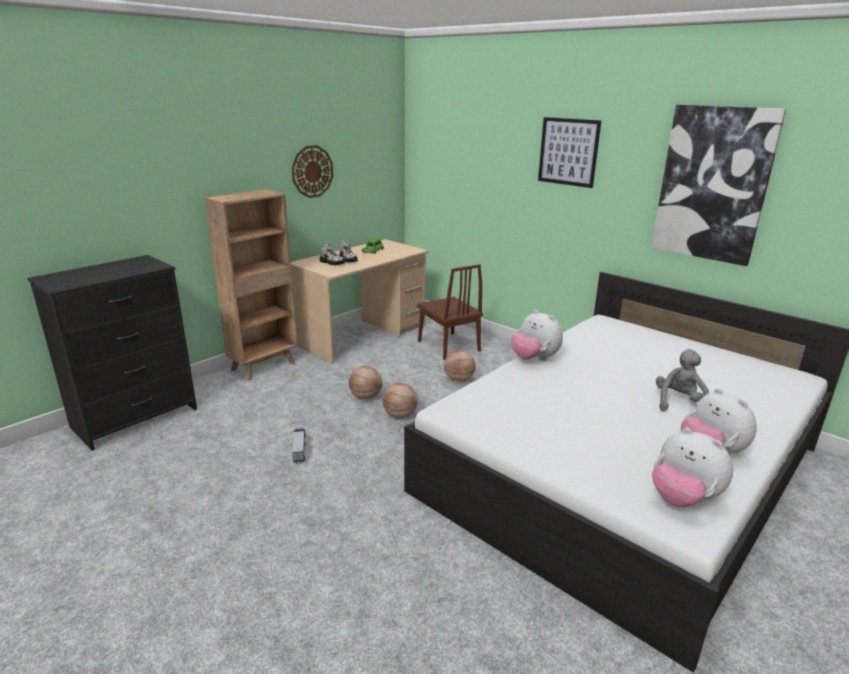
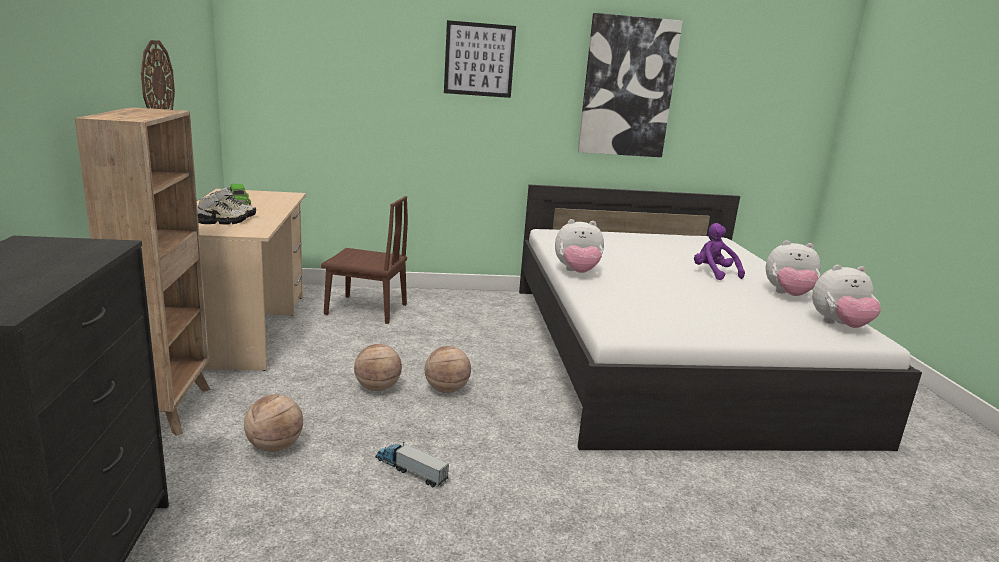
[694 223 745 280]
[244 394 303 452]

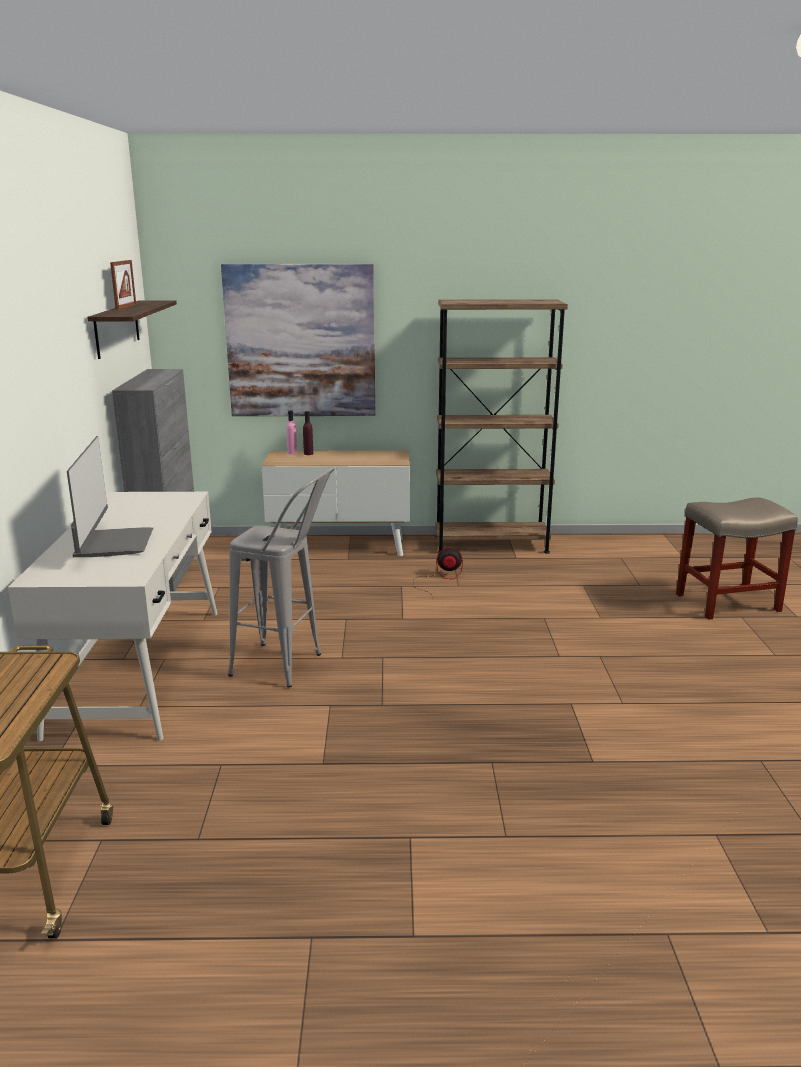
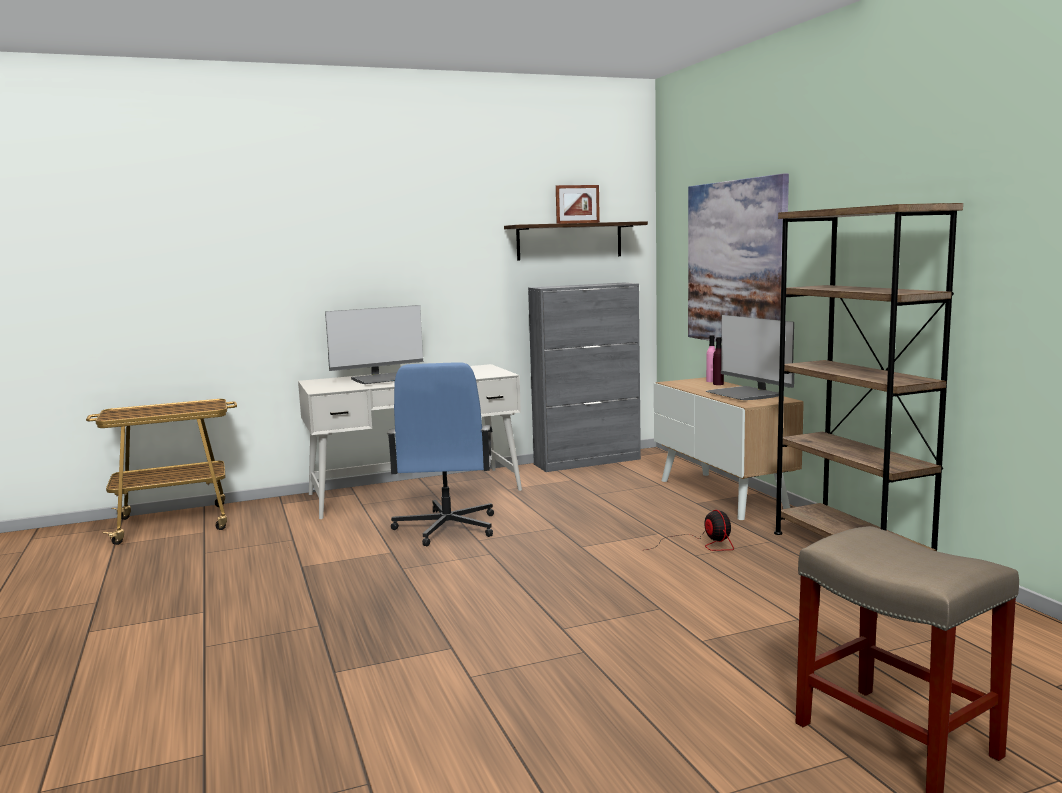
[386 362 494 546]
[705 315 794 400]

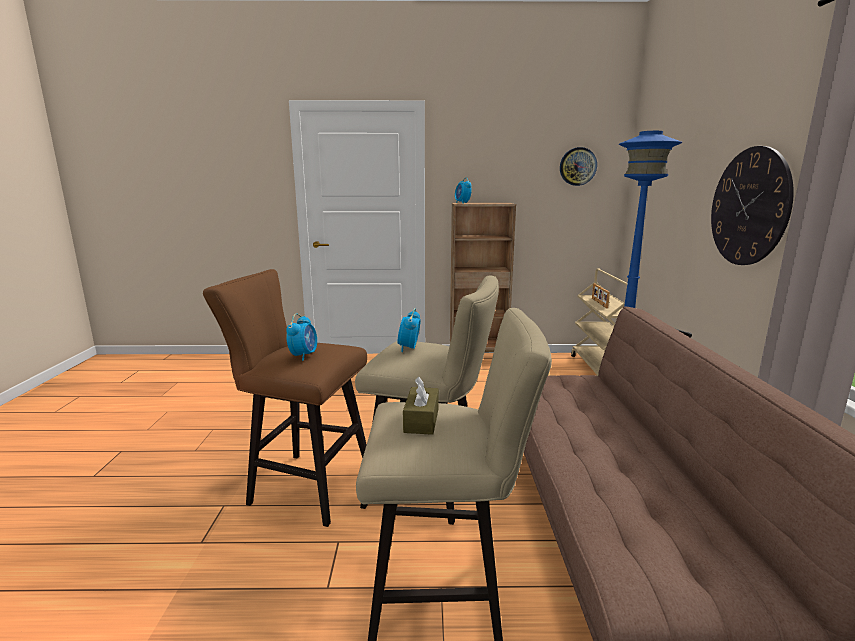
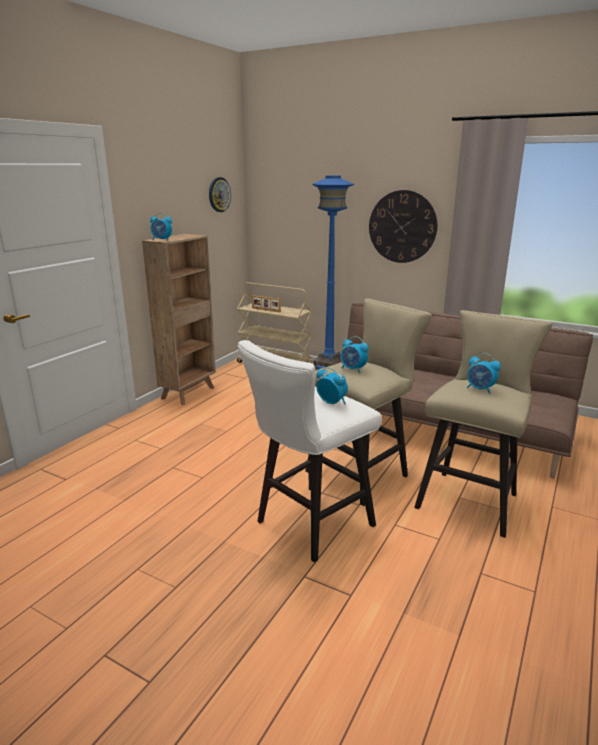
[238 340 382 562]
[467 353 501 394]

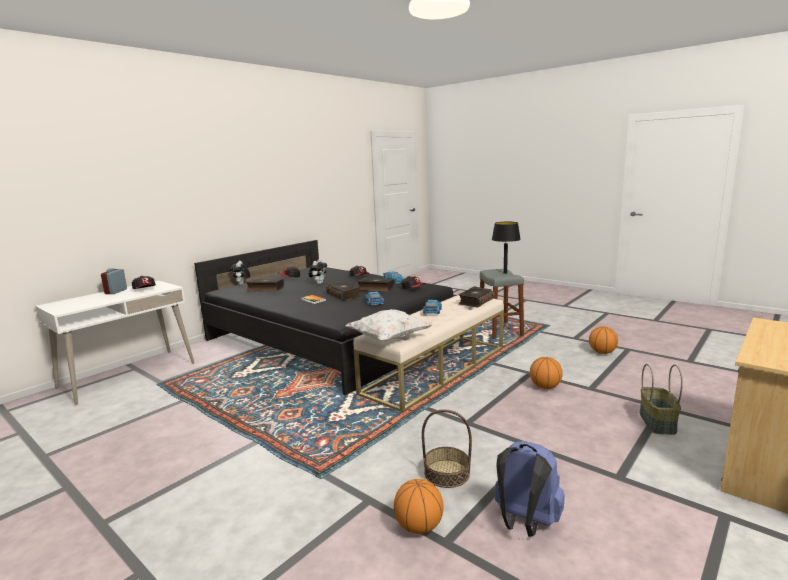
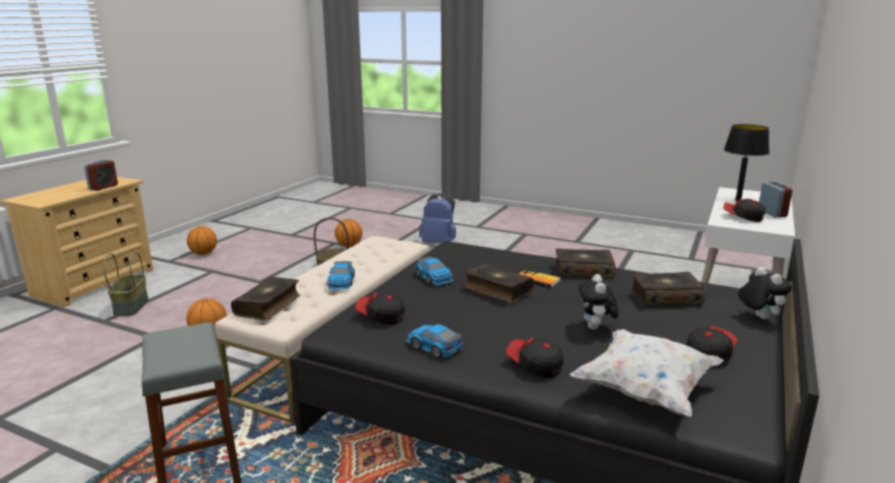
[724 124 769 201]
[555 249 616 278]
[570 329 724 417]
[187 226 217 255]
[419 193 456 243]
[84 160 118 191]

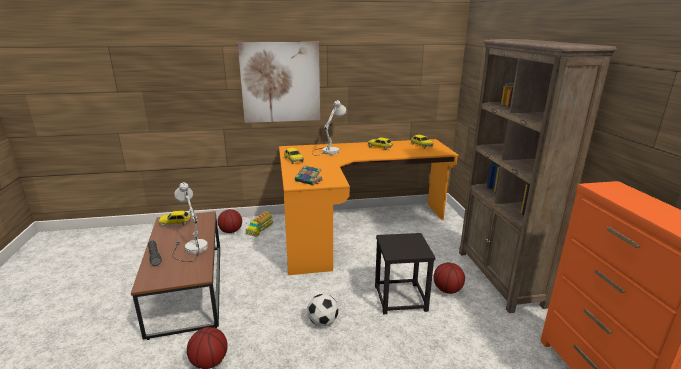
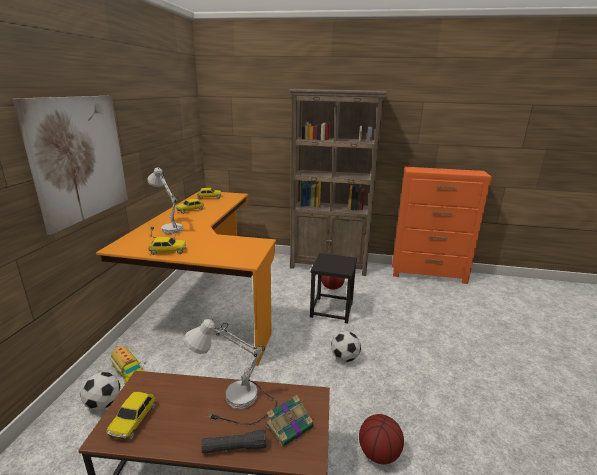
[265 395 314 447]
[80 372 120 410]

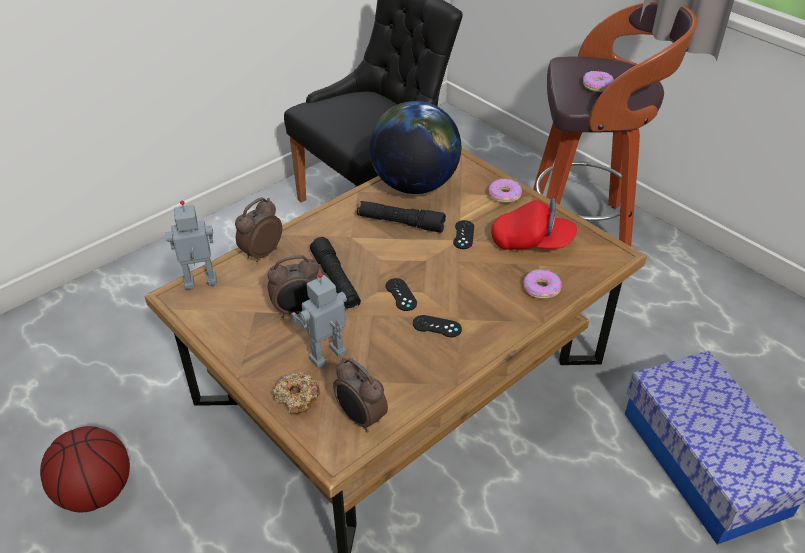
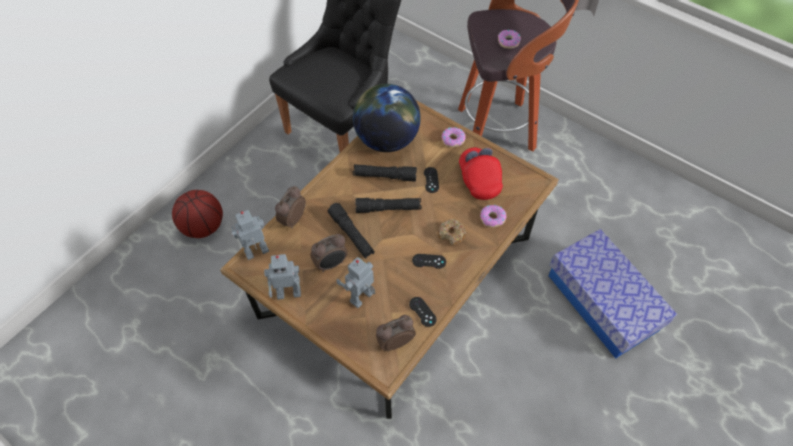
[459 148 503 200]
[409 297 436 327]
[376 315 416 351]
[438 219 466 245]
[172 190 223 238]
[355 198 421 213]
[264 254 301 300]

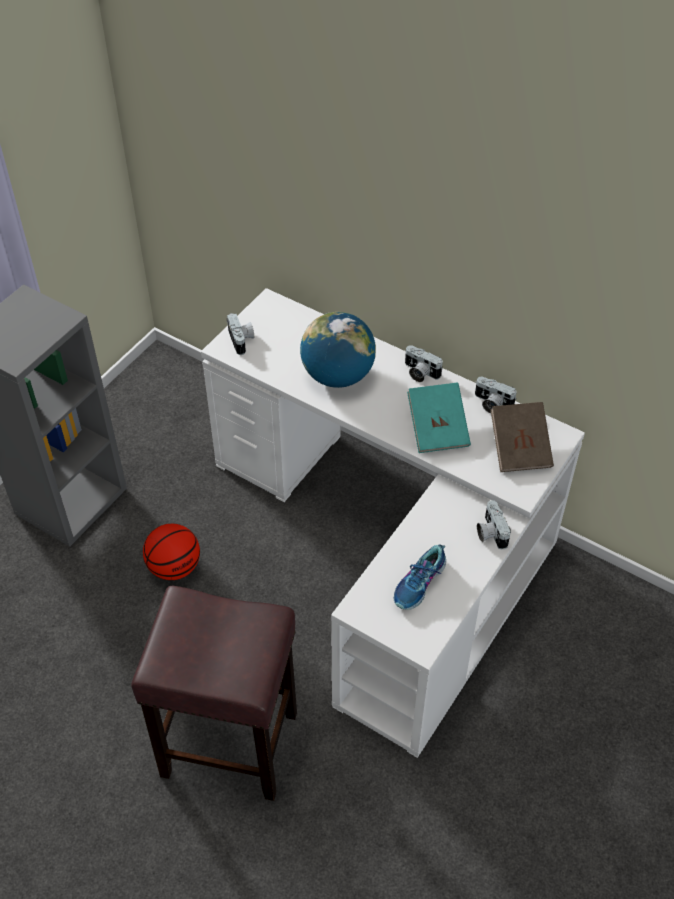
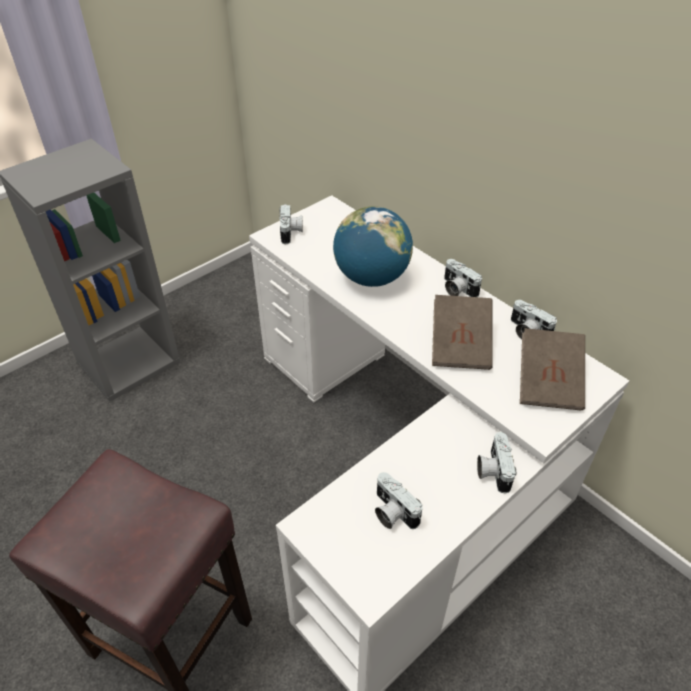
[432 295 493 370]
[143 524 200 580] (first image)
[375 472 422 529]

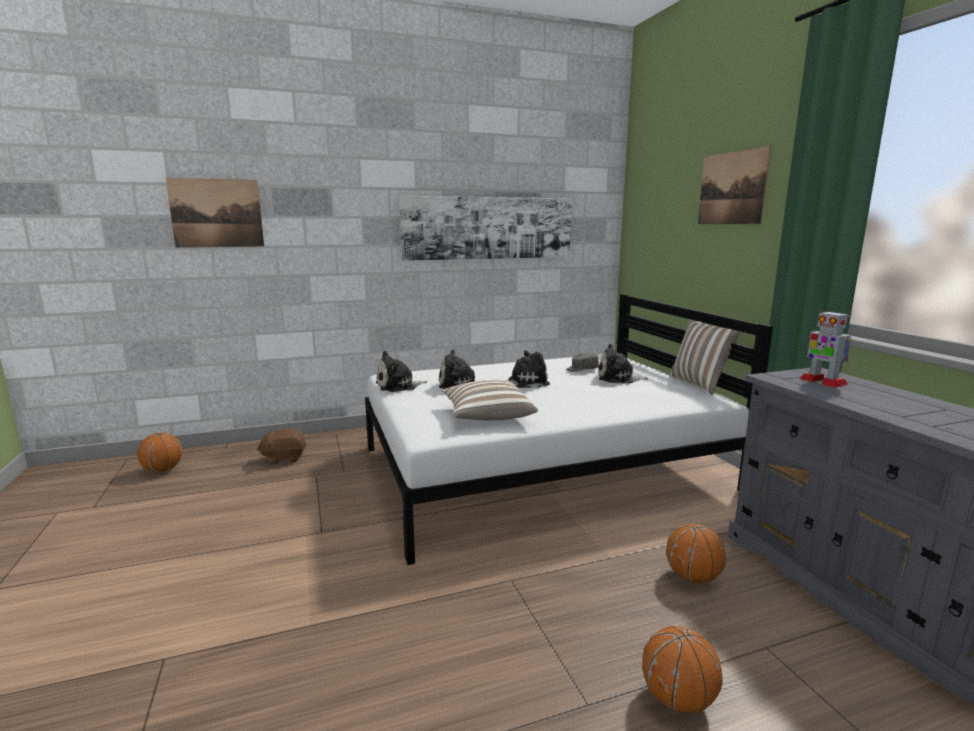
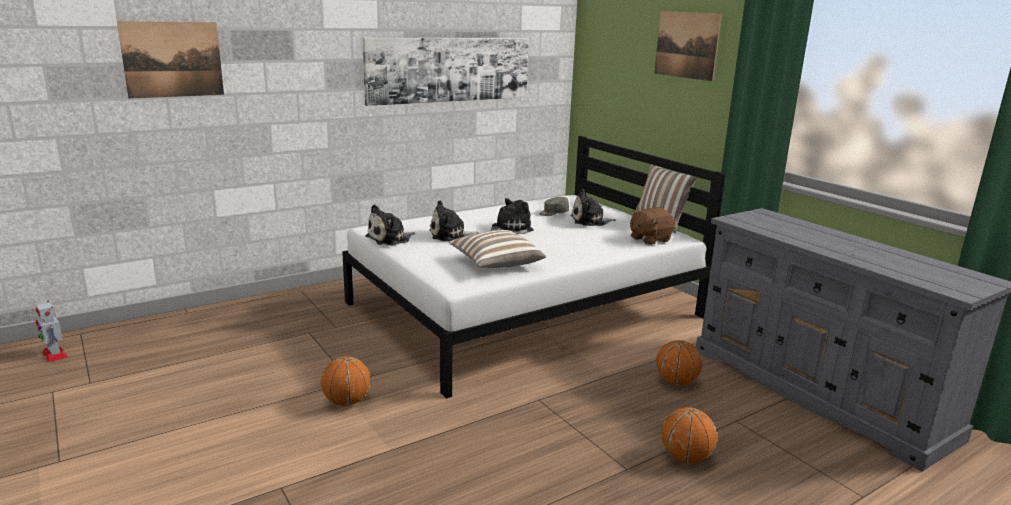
[35 301 68 363]
[630 208 675 245]
[321 356 370 406]

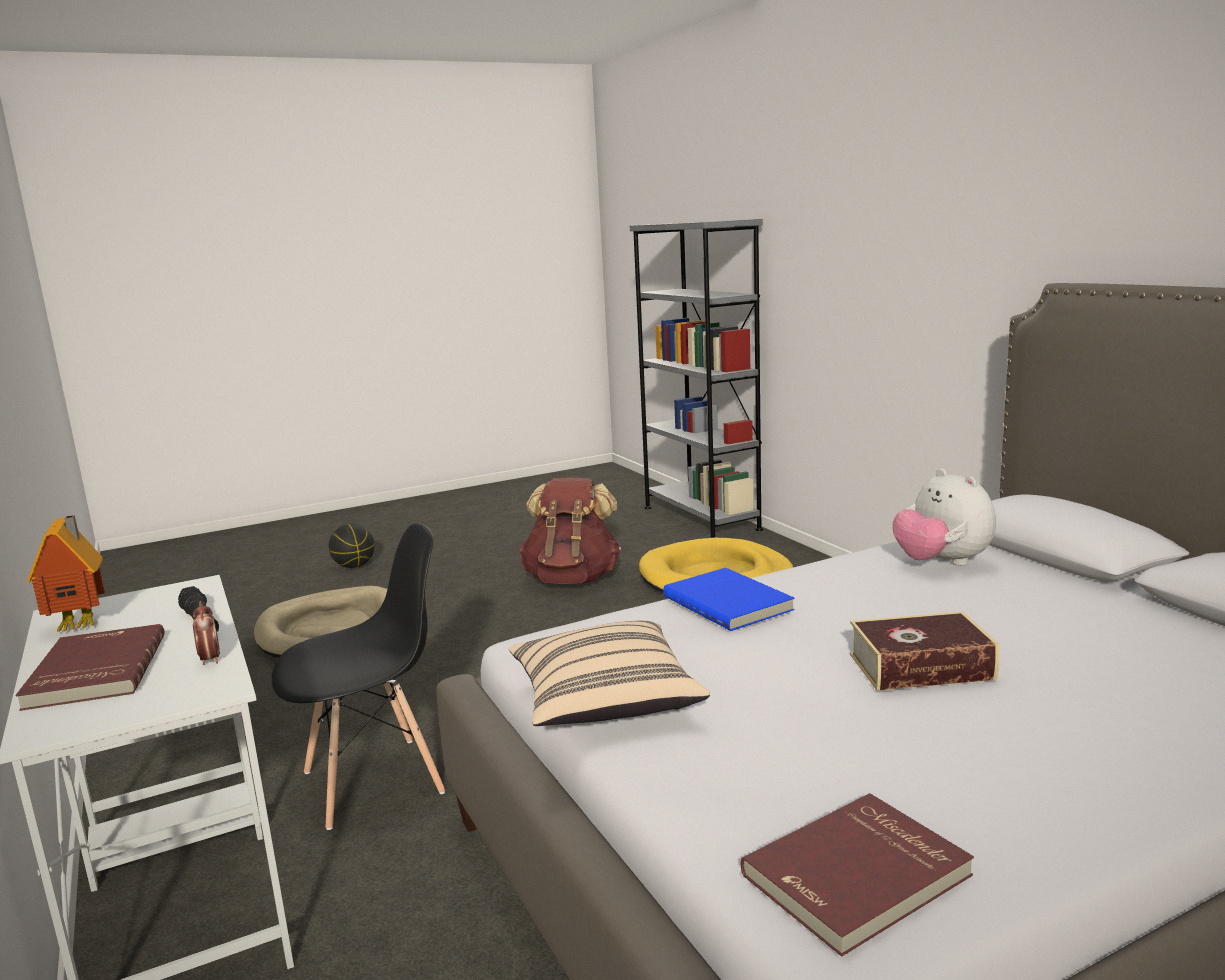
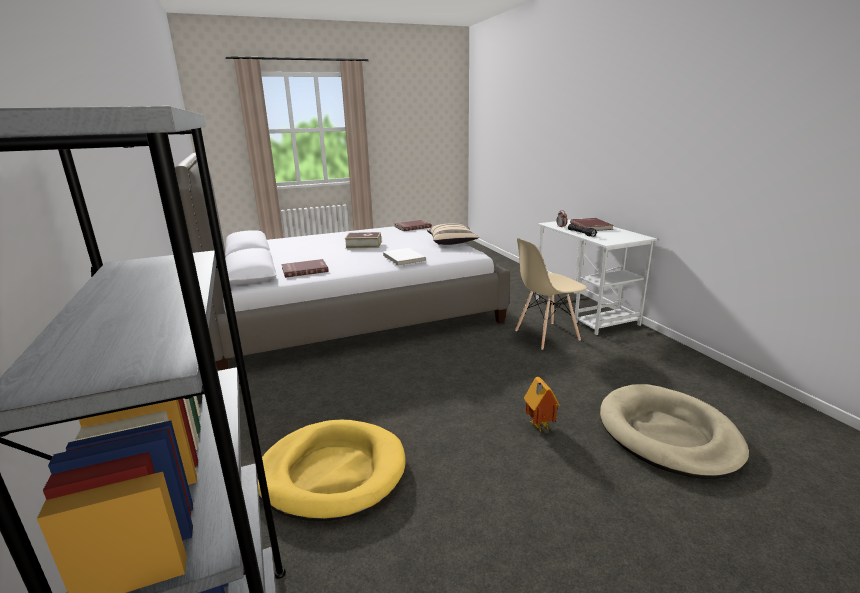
[281 259 329 278]
[519 478 621 584] (first image)
[524 377 560 432]
[515 238 587 350]
[329 523 375 568] (first image)
[383 248 426 266]

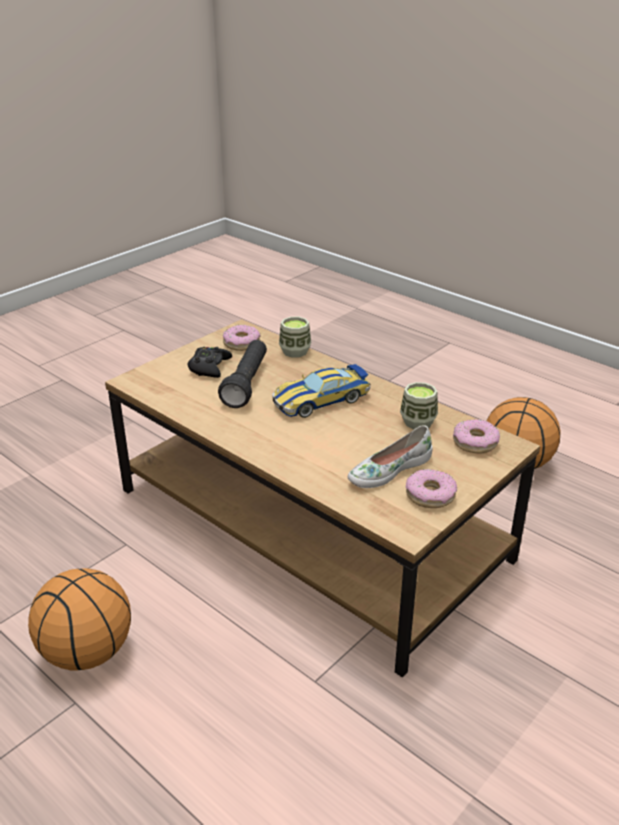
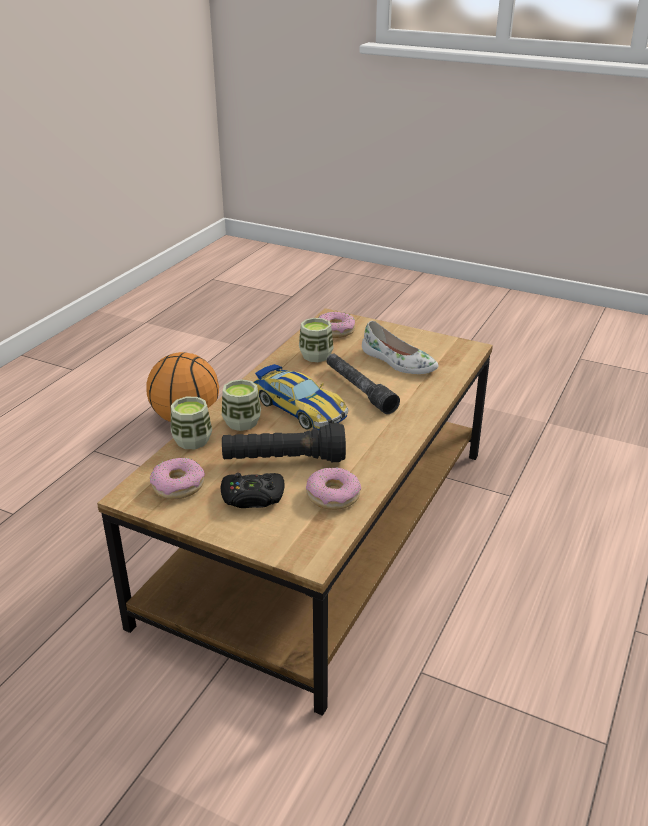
[306 467 361 510]
[28 568 131 670] (first image)
[326 354 400 414]
[222 379 261 431]

